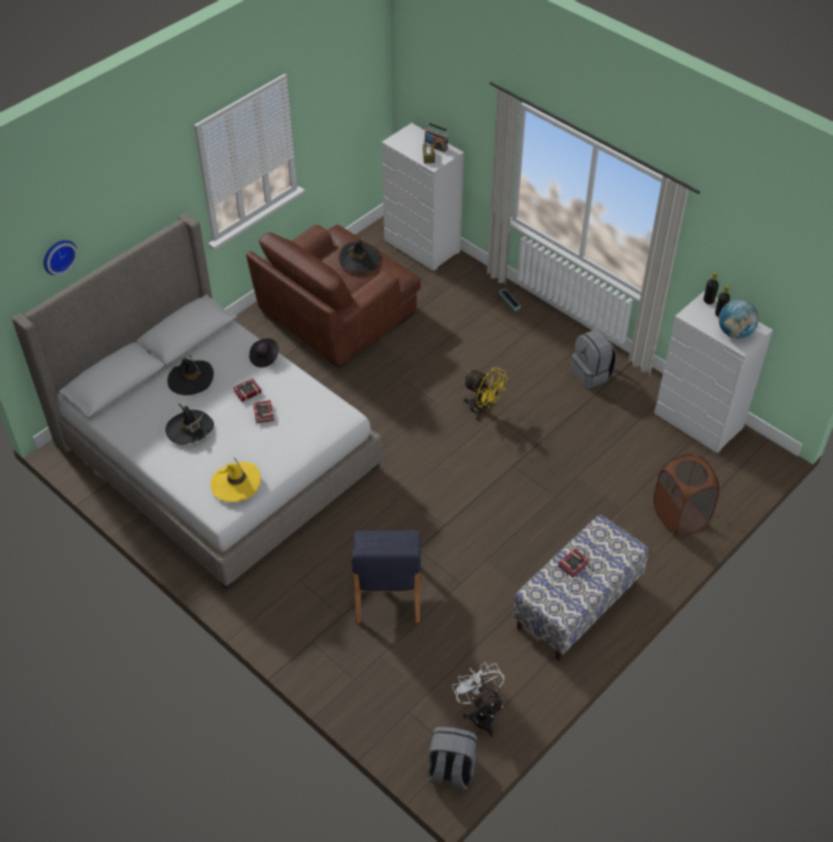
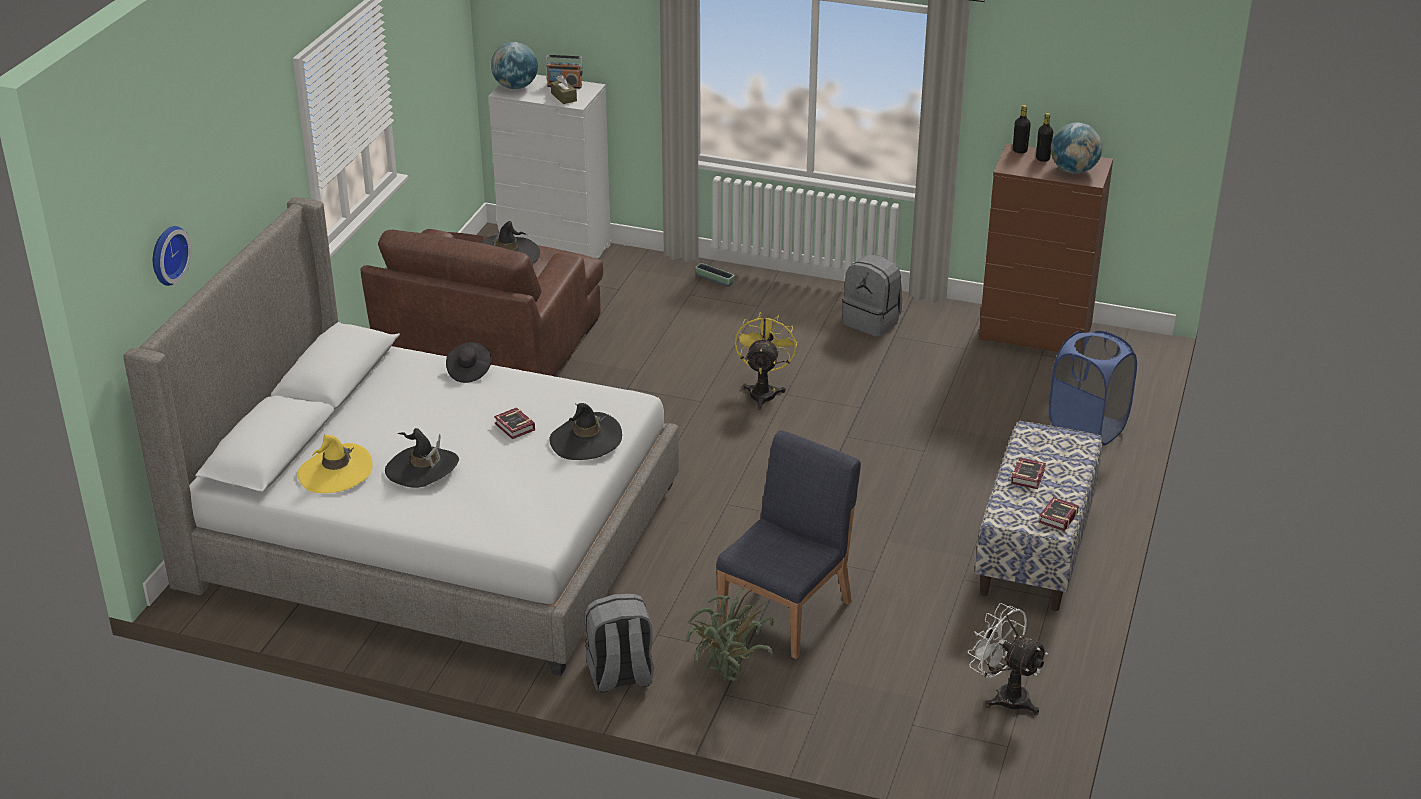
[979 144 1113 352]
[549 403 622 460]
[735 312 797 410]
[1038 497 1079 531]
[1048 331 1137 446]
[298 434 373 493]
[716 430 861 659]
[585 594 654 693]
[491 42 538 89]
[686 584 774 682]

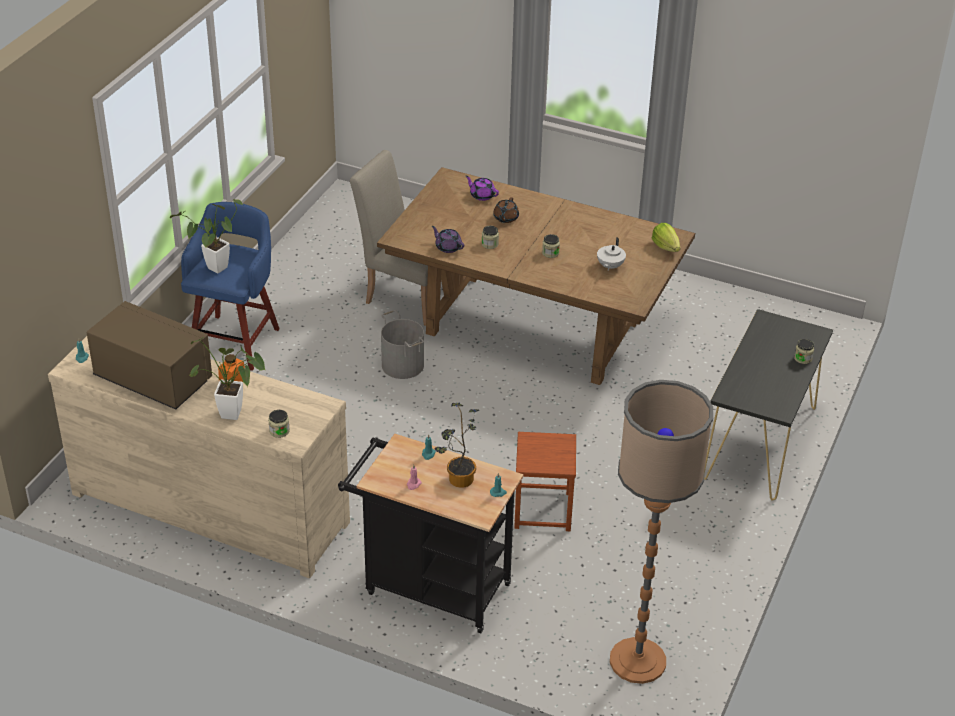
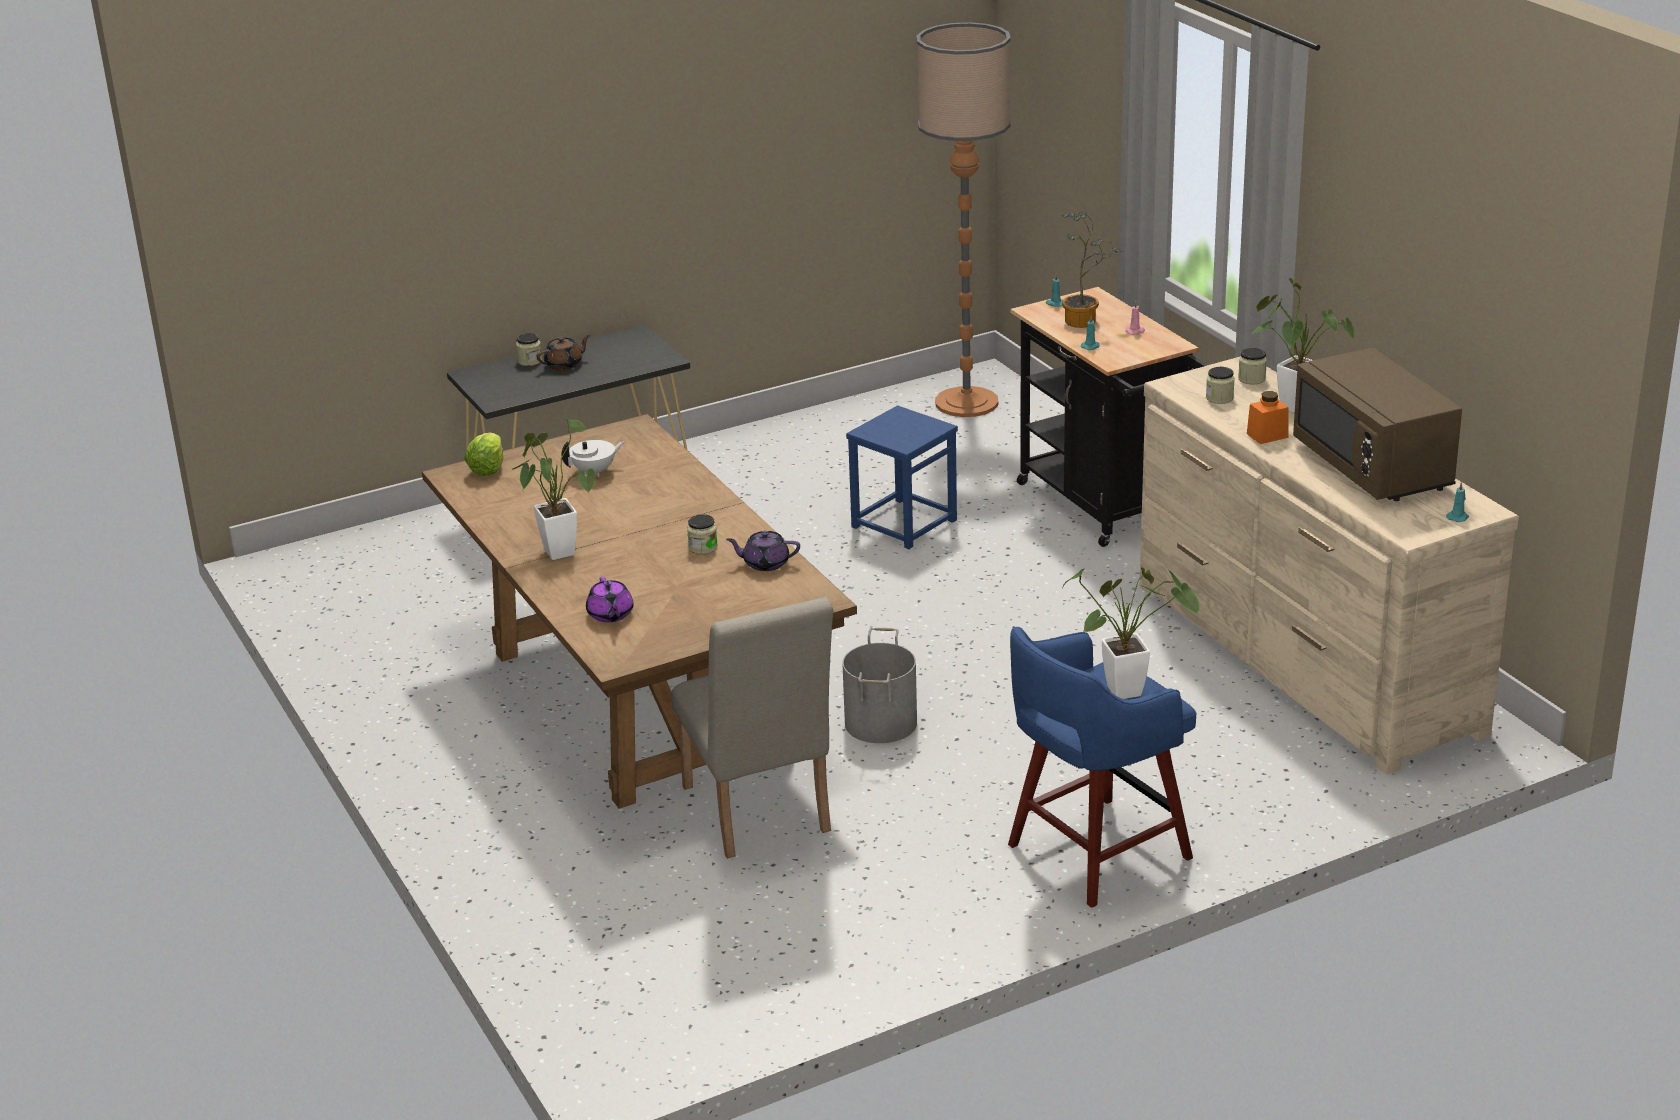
[536 335 591 370]
[726 531 800 571]
[1206 367 1235 404]
[846 405 958 549]
[513 419 596 560]

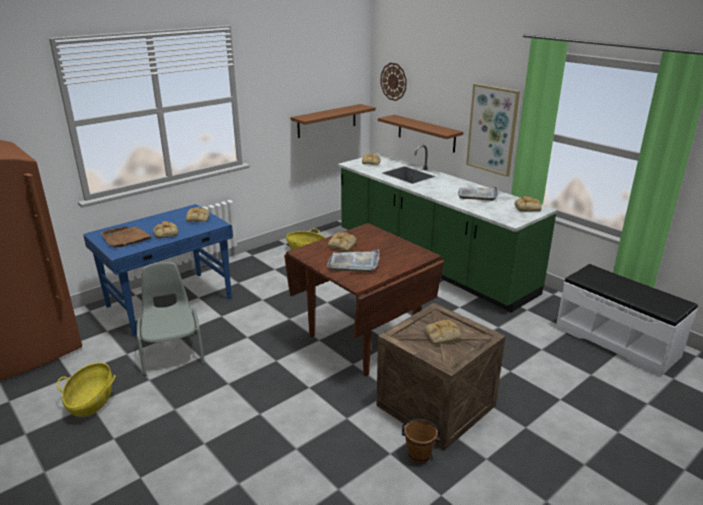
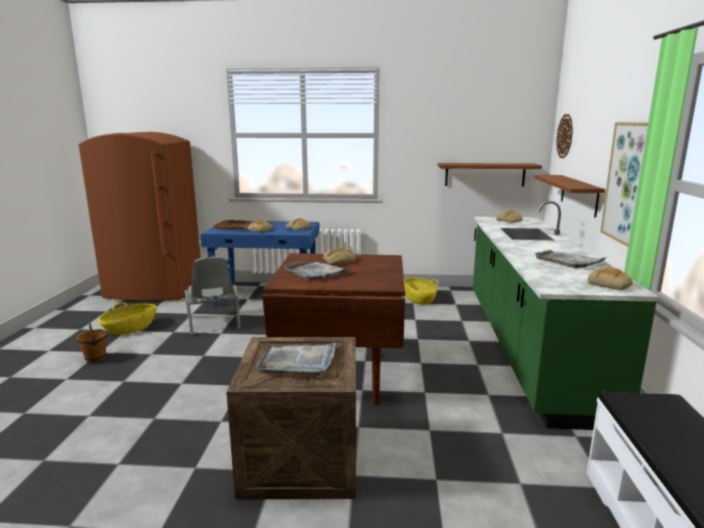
[185 257 241 336]
[256 343 336 376]
[77 323 107 363]

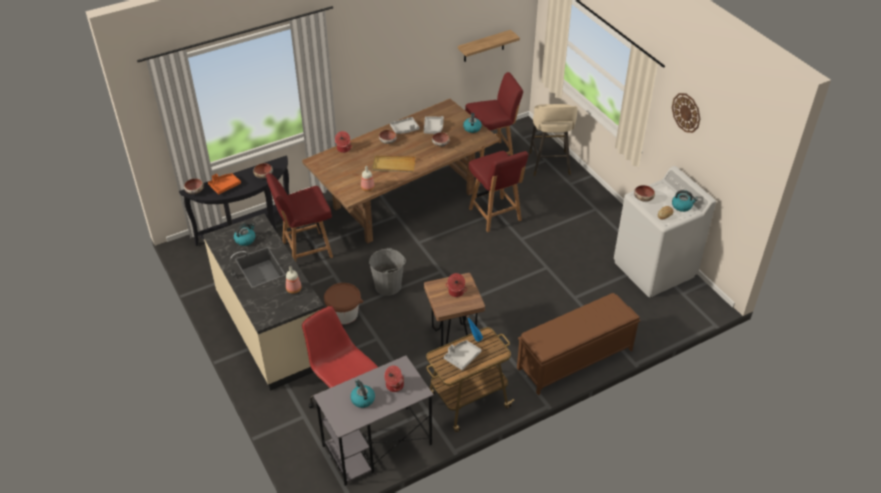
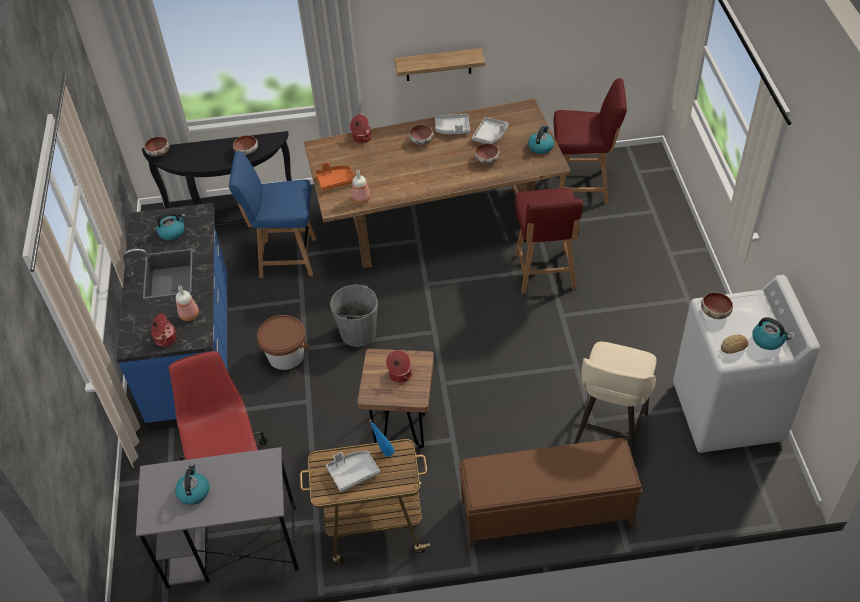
[394 48 485 81]
[672 93 700 133] (first image)
[574 342 657 463]
[372 156 416 172] (first image)
[315 163 354 191]
[229 151 316 278]
[116 203 227 430]
[151 313 177 347]

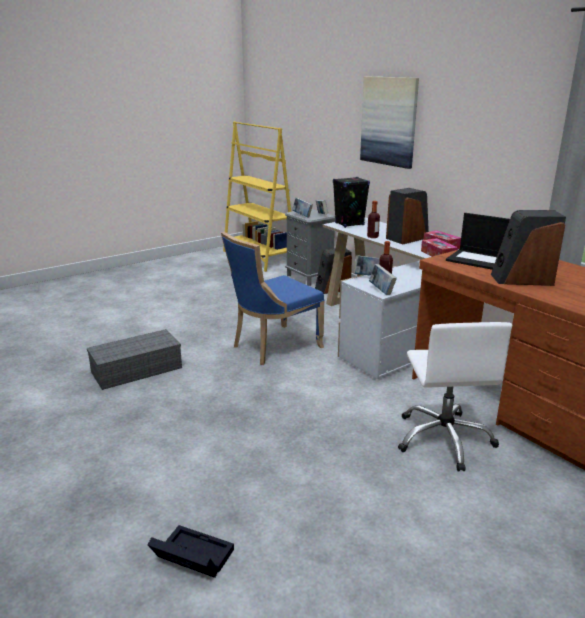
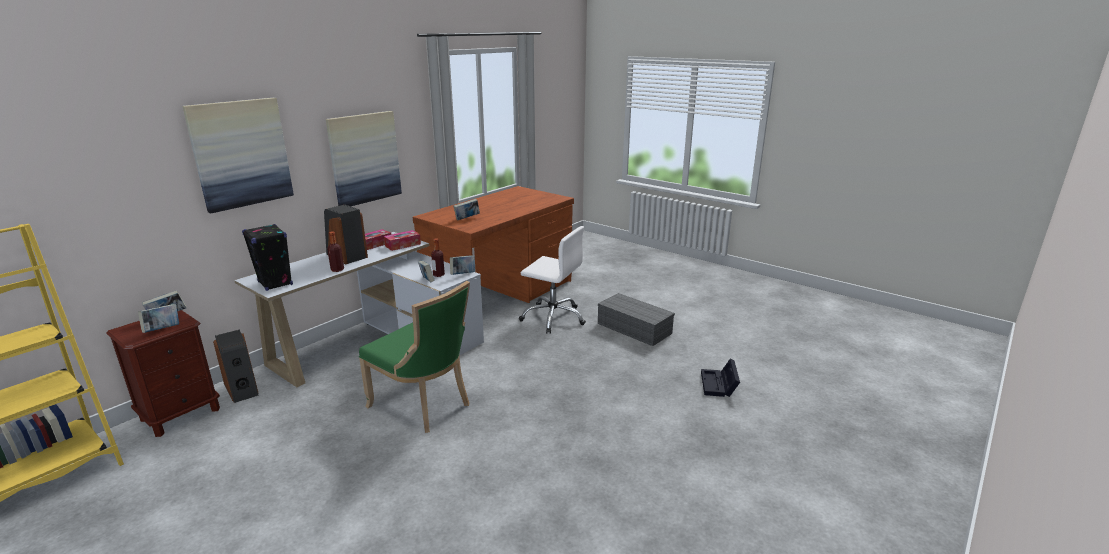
[106 310 220 437]
[491 210 566 286] (first image)
[453 199 480 220]
[359 281 470 433]
[519 226 586 334]
[598 293 675 346]
[326 111 402 206]

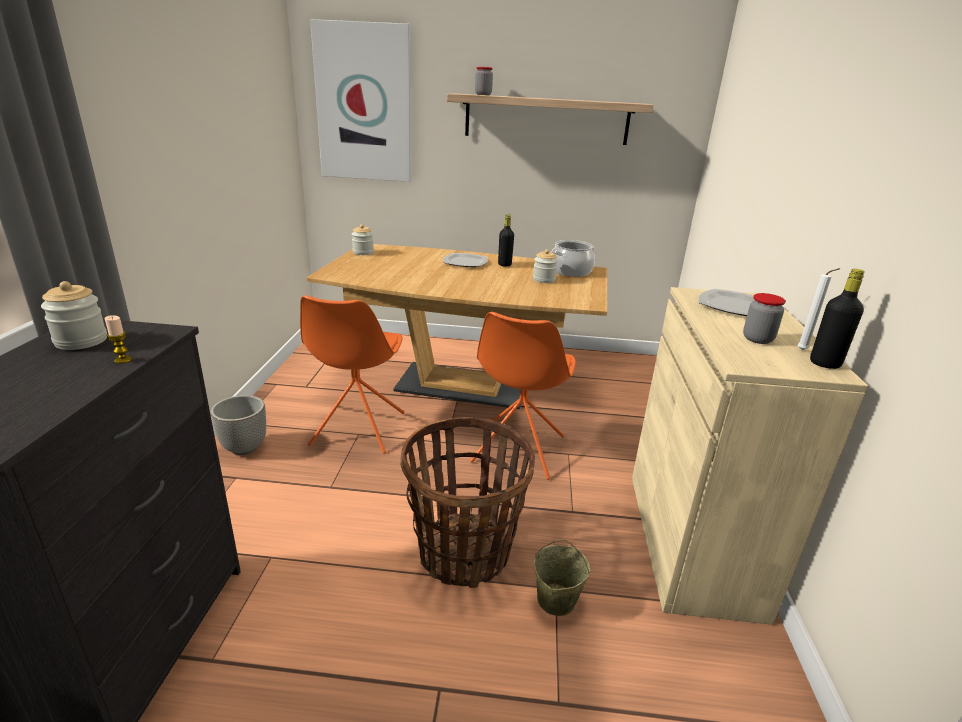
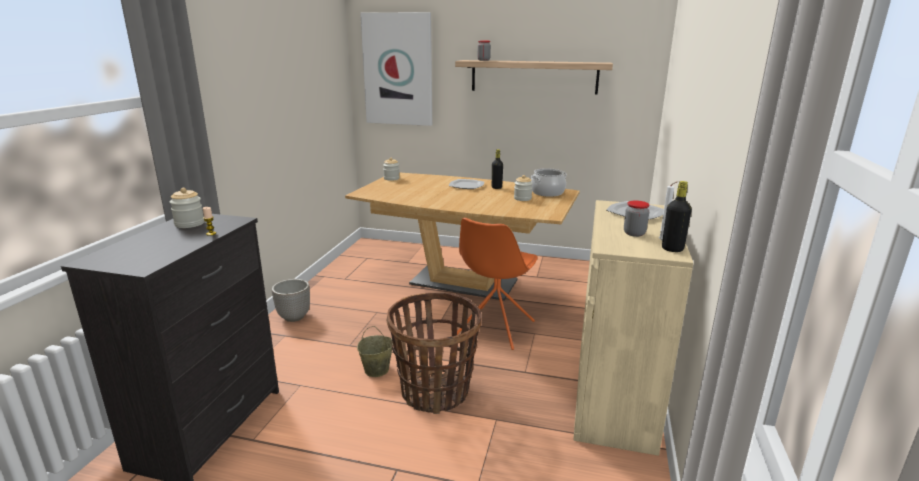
[300 295 404 454] (first image)
[357 326 393 377]

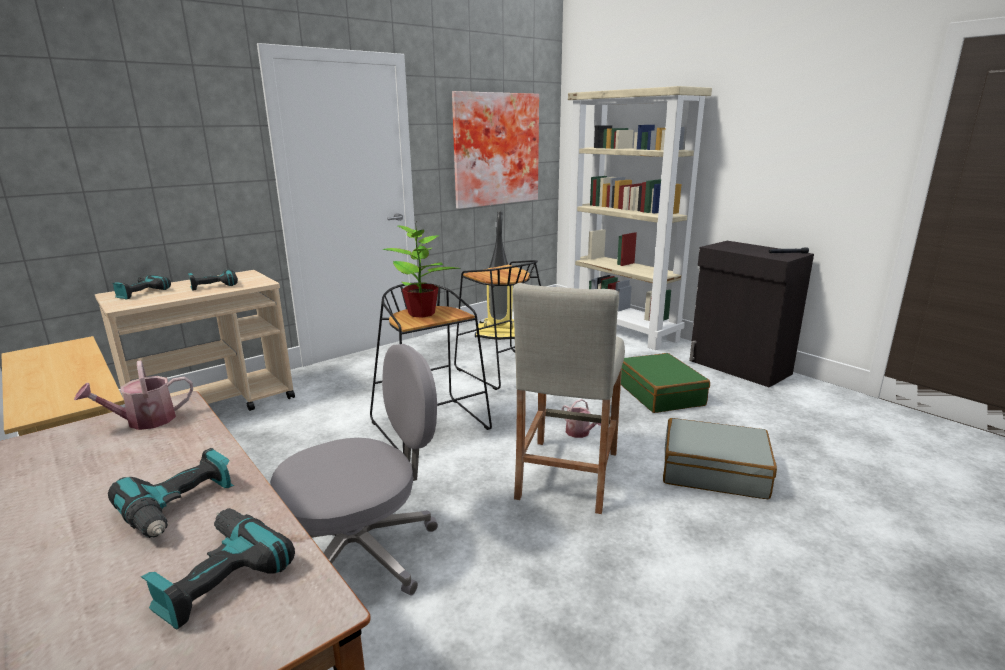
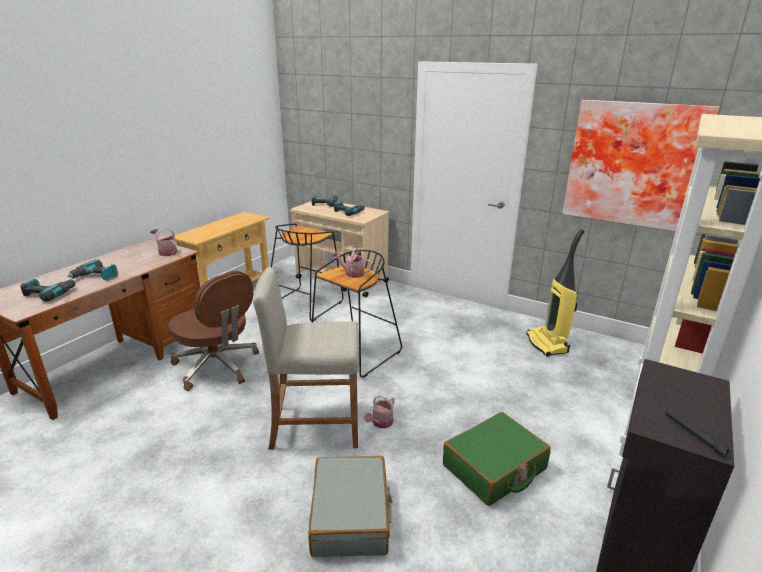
[332 248 372 278]
[271 224 344 322]
[168 271 259 391]

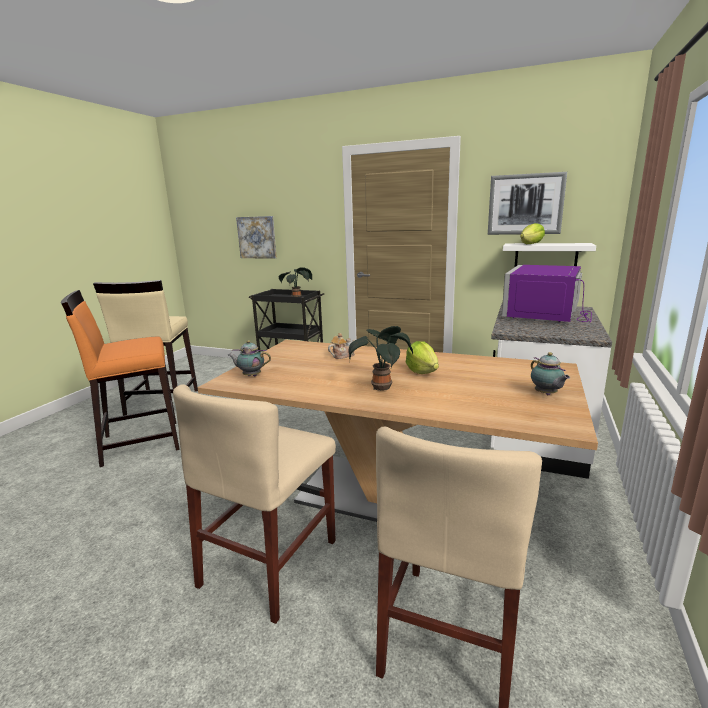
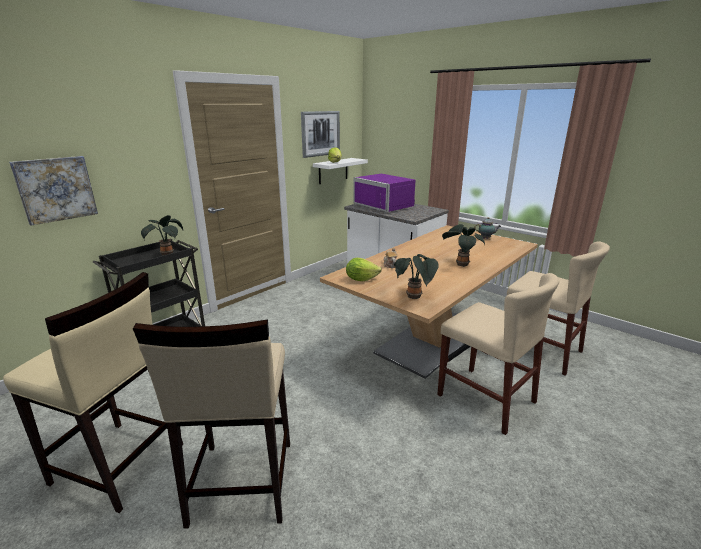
[133 319 290 529]
[394 254 439 299]
[346 258 382 281]

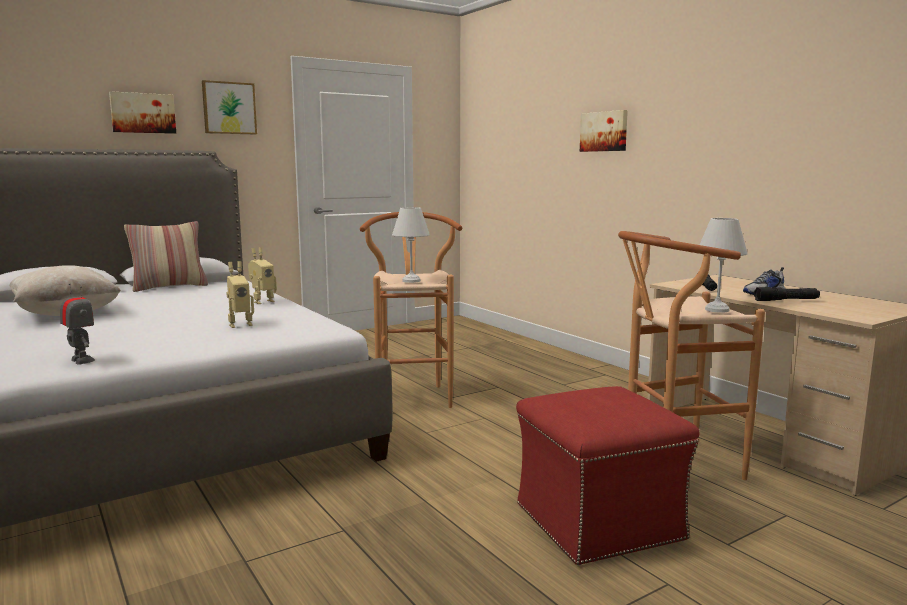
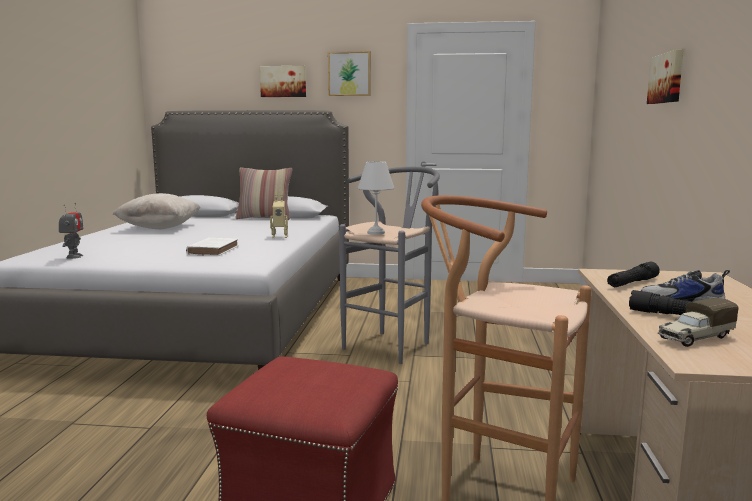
[339 167 440 364]
[700 218 748 313] (first image)
[186 238 239 256]
[658 298 739 347]

